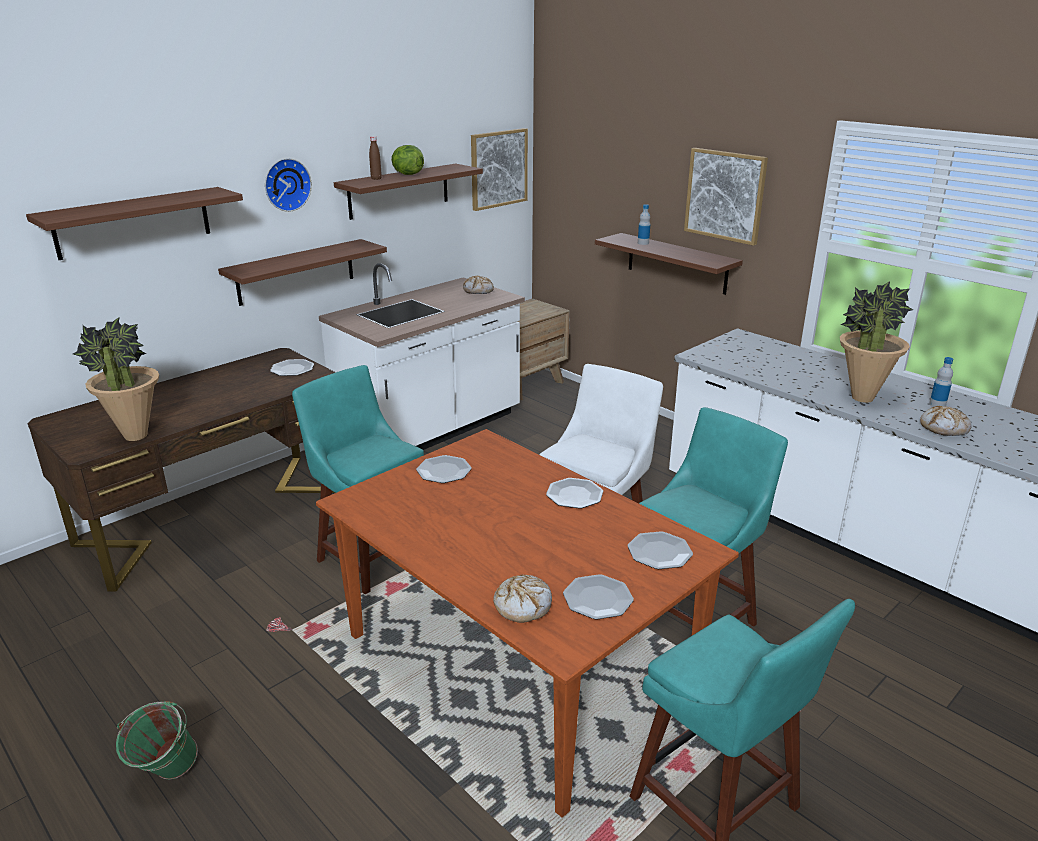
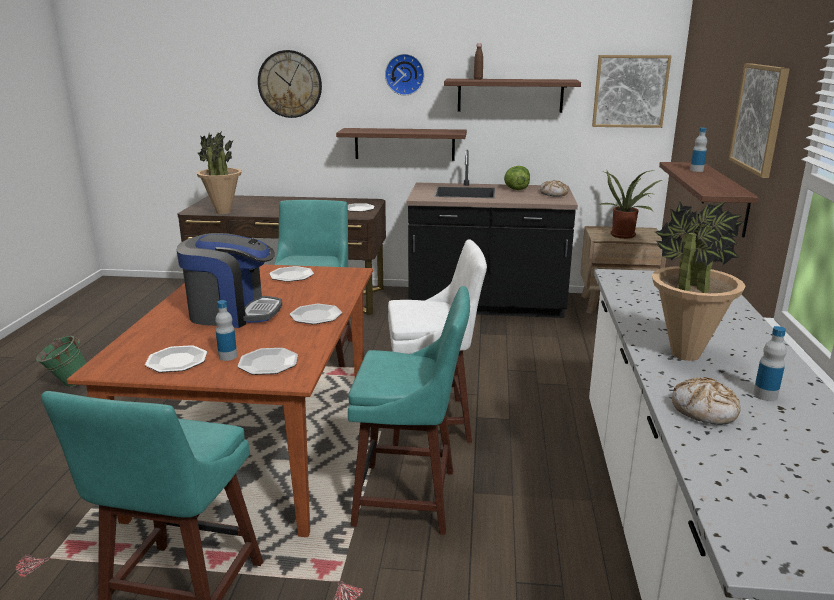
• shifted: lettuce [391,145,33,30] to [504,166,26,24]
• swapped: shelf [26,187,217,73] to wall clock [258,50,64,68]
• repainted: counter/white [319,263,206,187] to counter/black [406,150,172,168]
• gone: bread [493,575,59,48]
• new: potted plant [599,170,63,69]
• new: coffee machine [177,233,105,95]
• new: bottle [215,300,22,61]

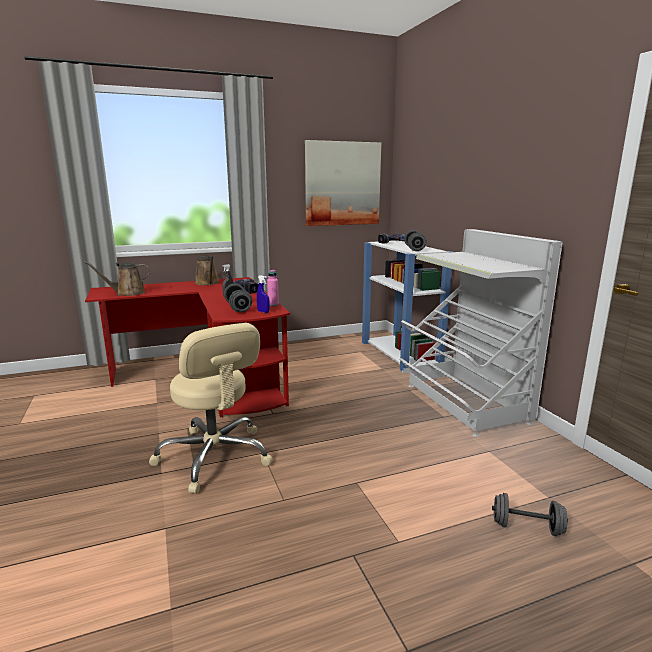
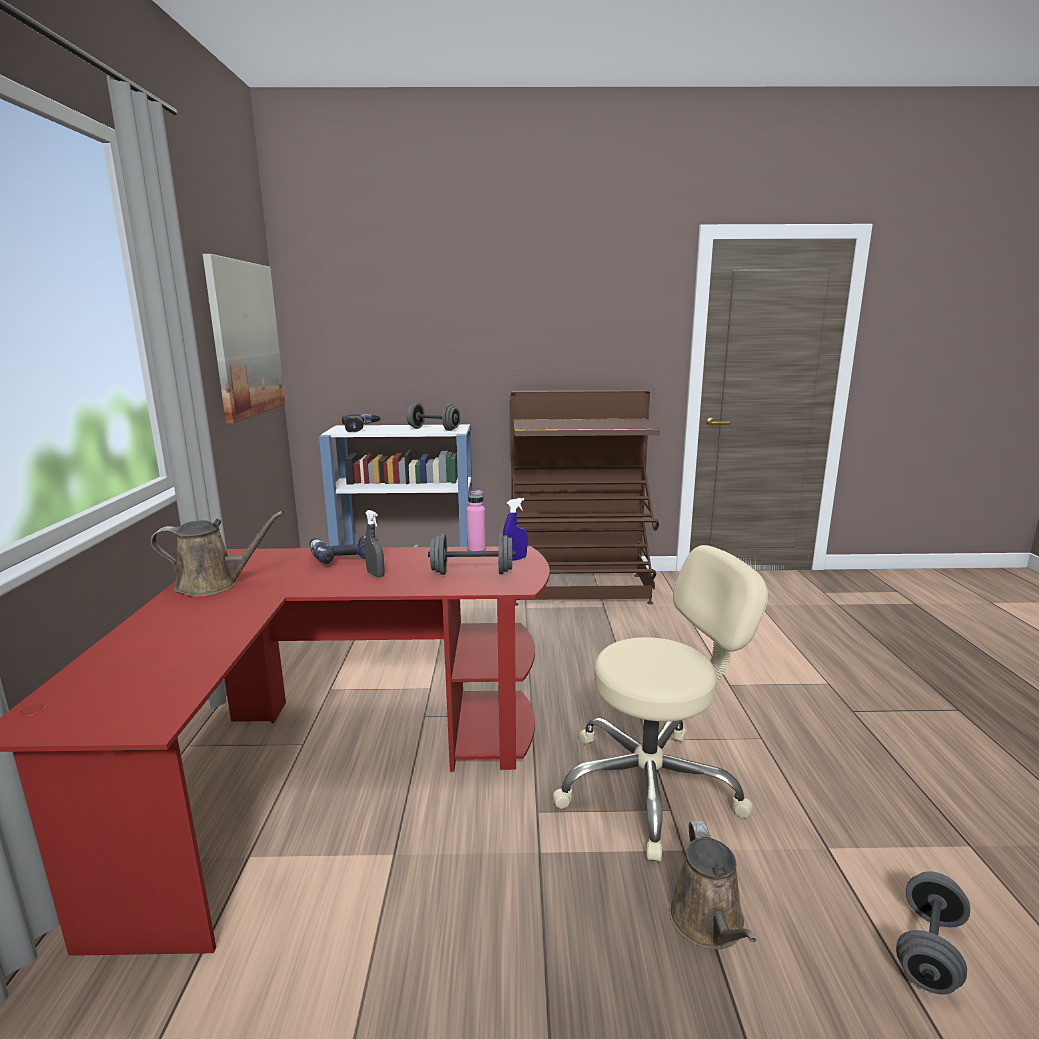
• repainted: shoe rack/white [399,229,164,208] to shoe rack/brown [511,390,149,216]
• shifted: watering can/brown [84,261,66,35] to [669,821,87,128]
• shifted: dumbbell/grey [492,493,76,43] to [896,871,74,123]

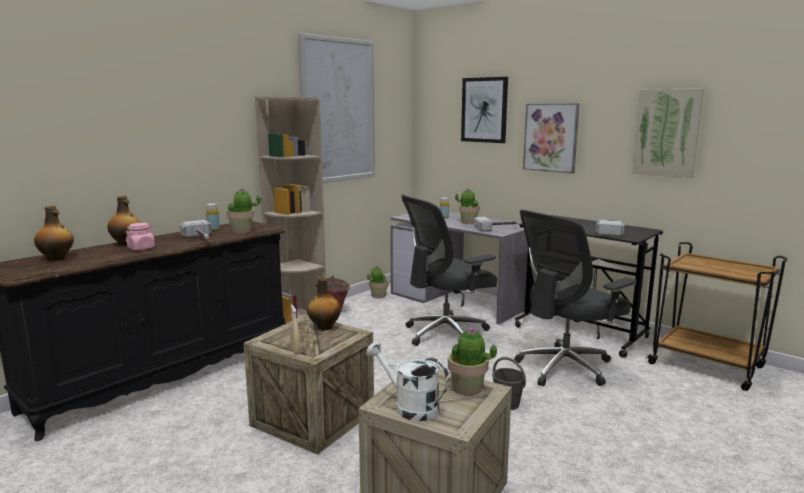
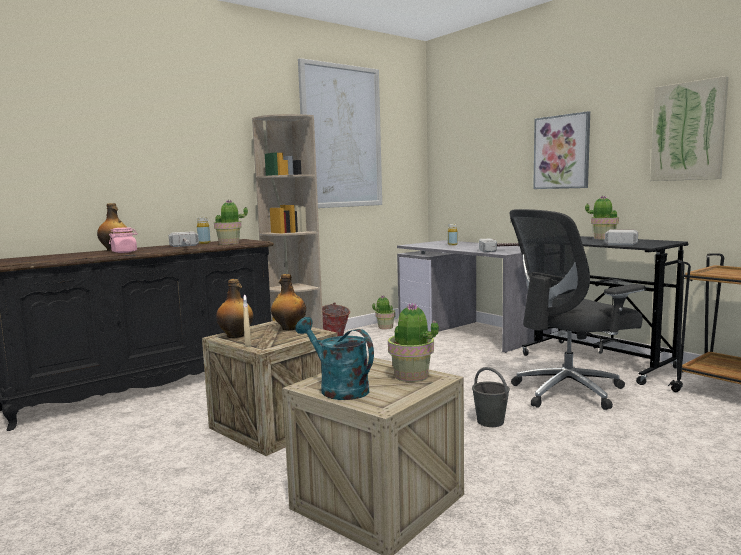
• gone: picture [461,77,47,66]
• shifted: potted plant [455,189,25,35] to [585,196,34,44]
• gone: office chair [402,194,96,152]
• shifted: bottle [34,205,40,56] to [216,279,37,59]
• repainted: watering can/white [366,341,83,80] to watering can/turquoise [295,317,79,83]

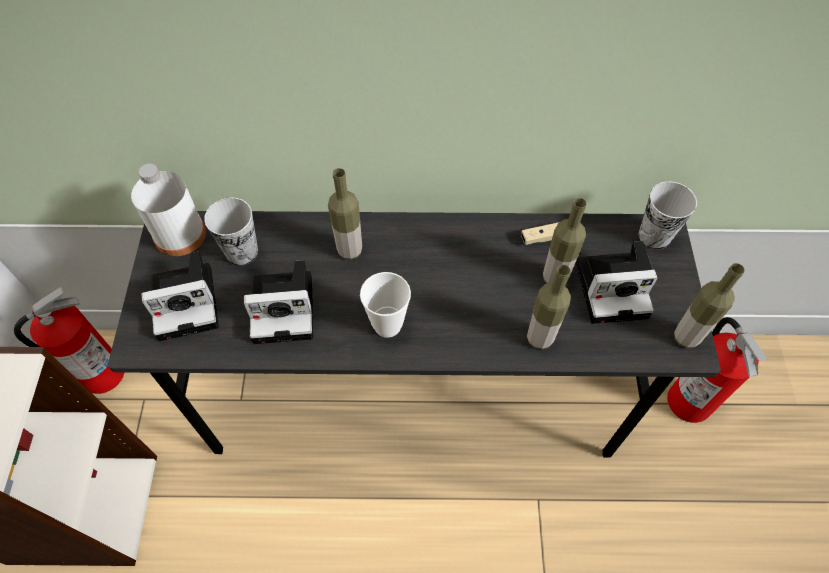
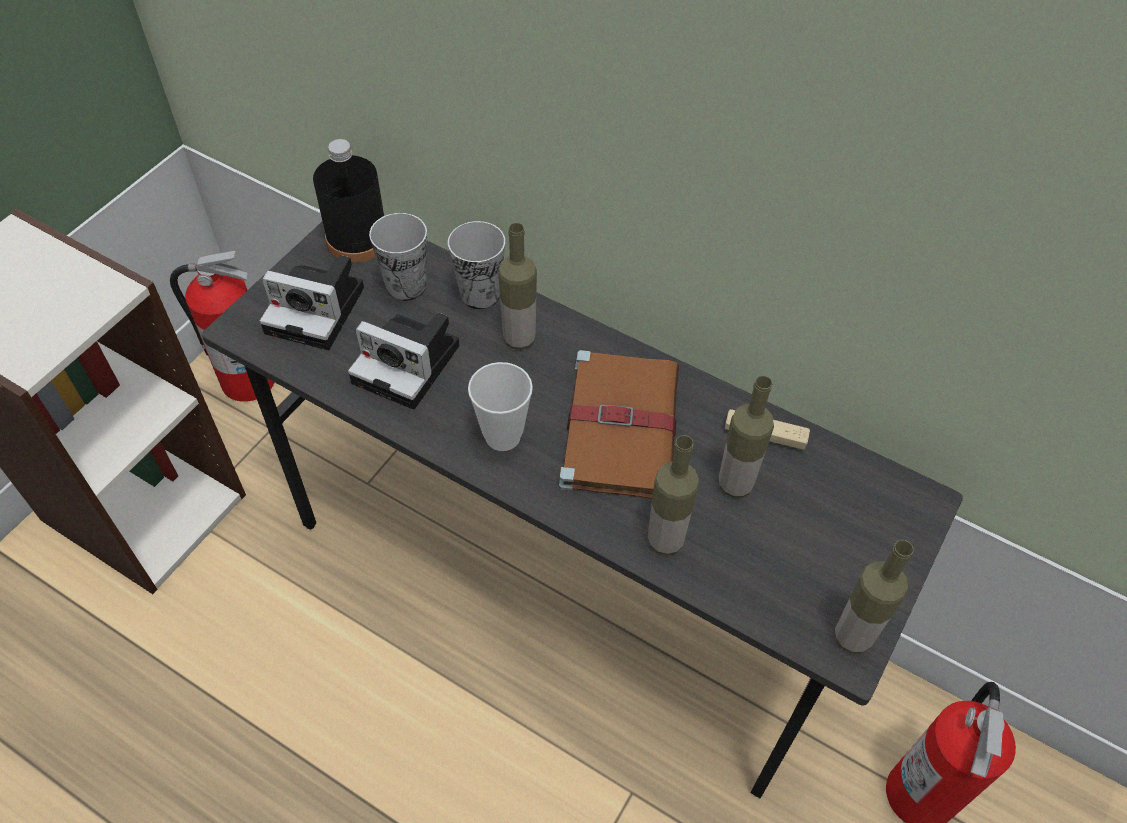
• repainted: bottle/white [131,164,75,92] to bottle/black [313,139,71,123]
• shifted: cup [639,181,58,68] to [448,221,57,89]
• gone: photo camera [576,241,82,83]
• new: book/brown [559,350,120,149]

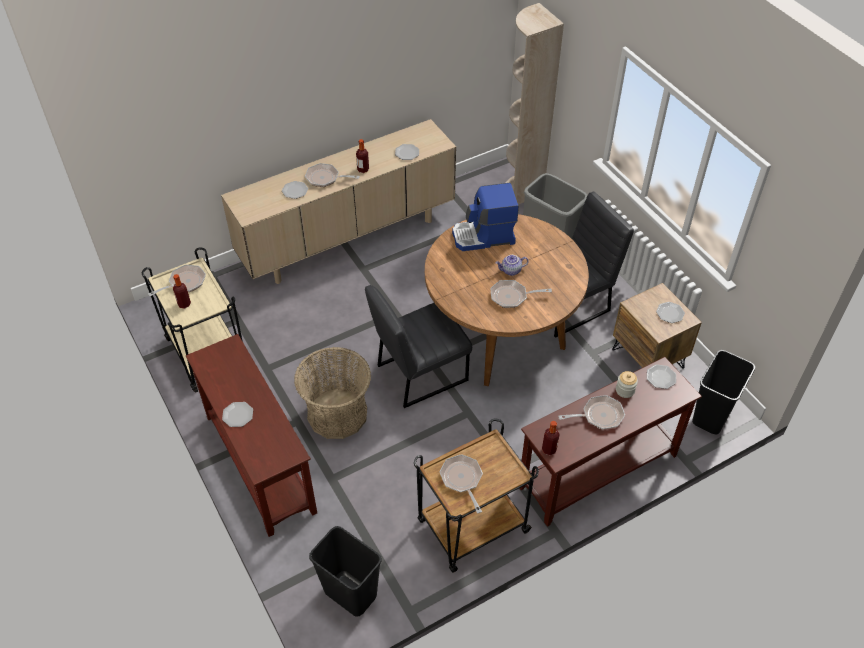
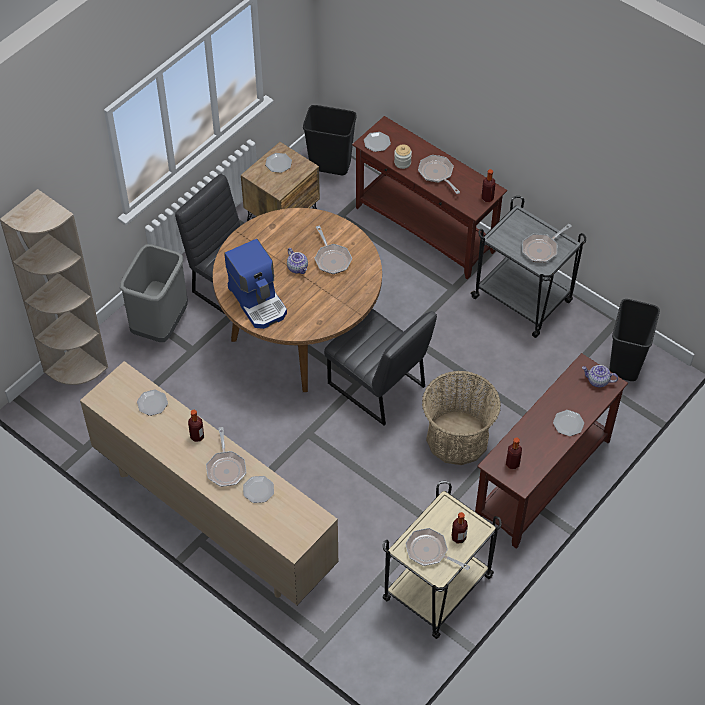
• repainted: cart/brown [414,418,125,155] to cart/grey [471,196,115,142]
• new: teapot [582,365,36,22]
• new: bottle [506,437,16,32]

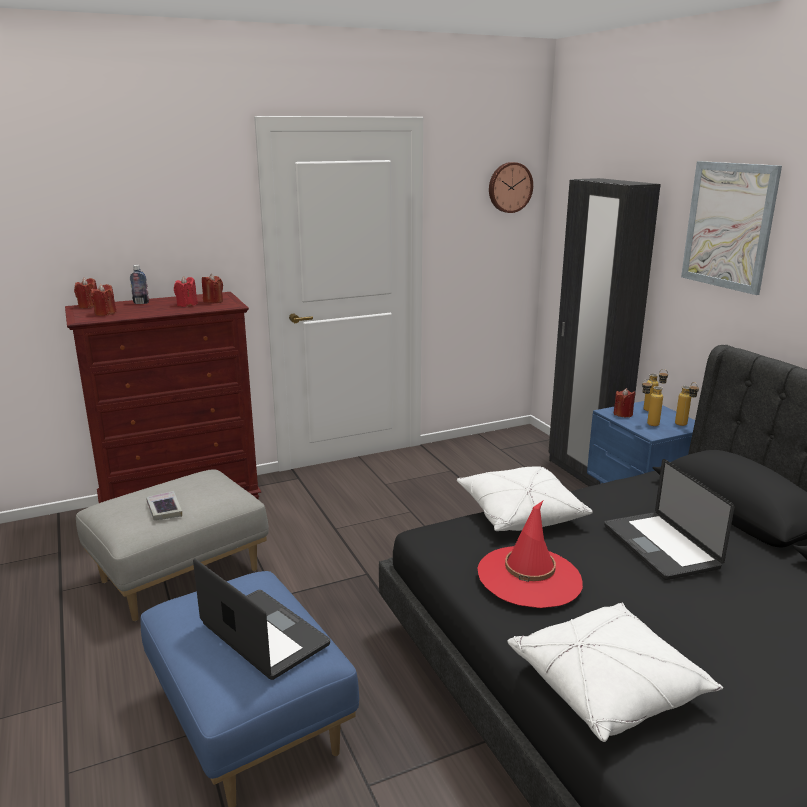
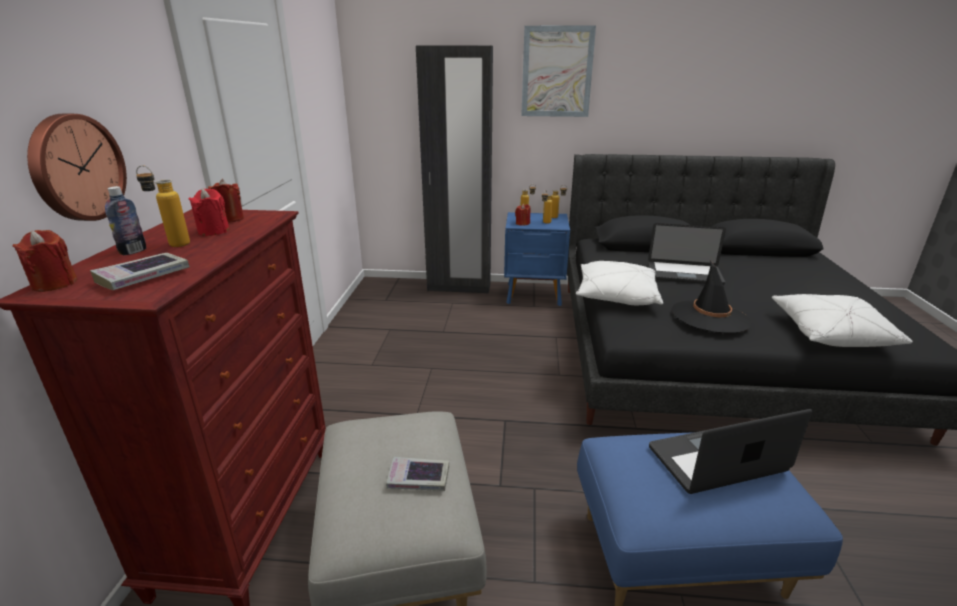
• shifted: wall clock [489,162,44,51] to [27,114,100,107]
• swapped: candle/red [91,284,25,32] to book [90,253,100,37]
• repainted: hat/red [478,501,105,107] to hat/black [671,261,81,72]
• new: bottle [136,165,54,82]

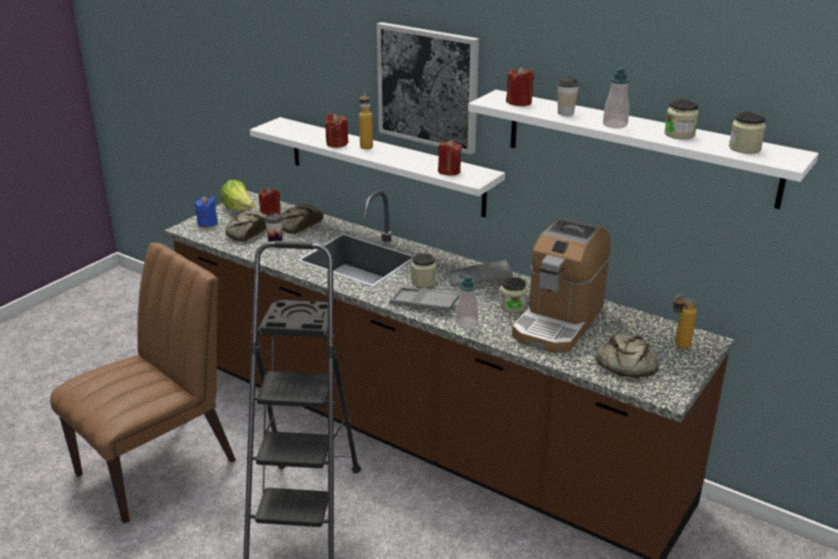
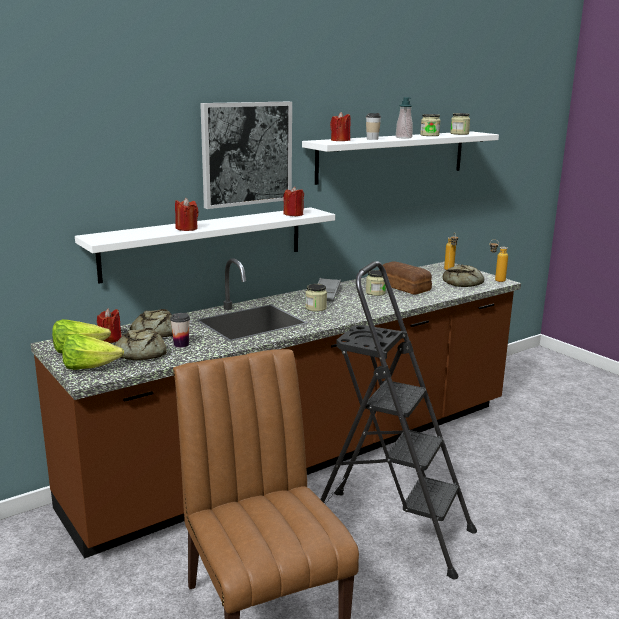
• shifted: bottle [359,92,14,57] to [490,239,18,43]
• swapped: candle/blue [195,196,23,31] to lettuce [62,333,62,37]
• swapped: coffee machine [512,218,99,135] to bread [379,261,53,34]
• gone: soap dispenser [456,275,22,53]
• gone: tray/grey [390,287,69,25]

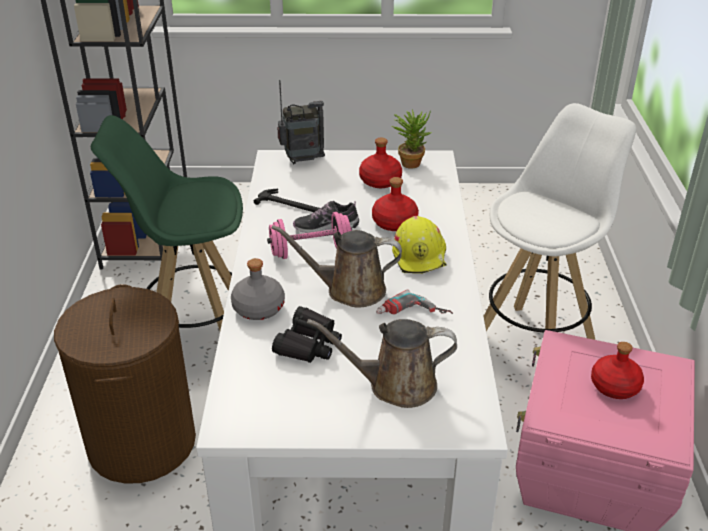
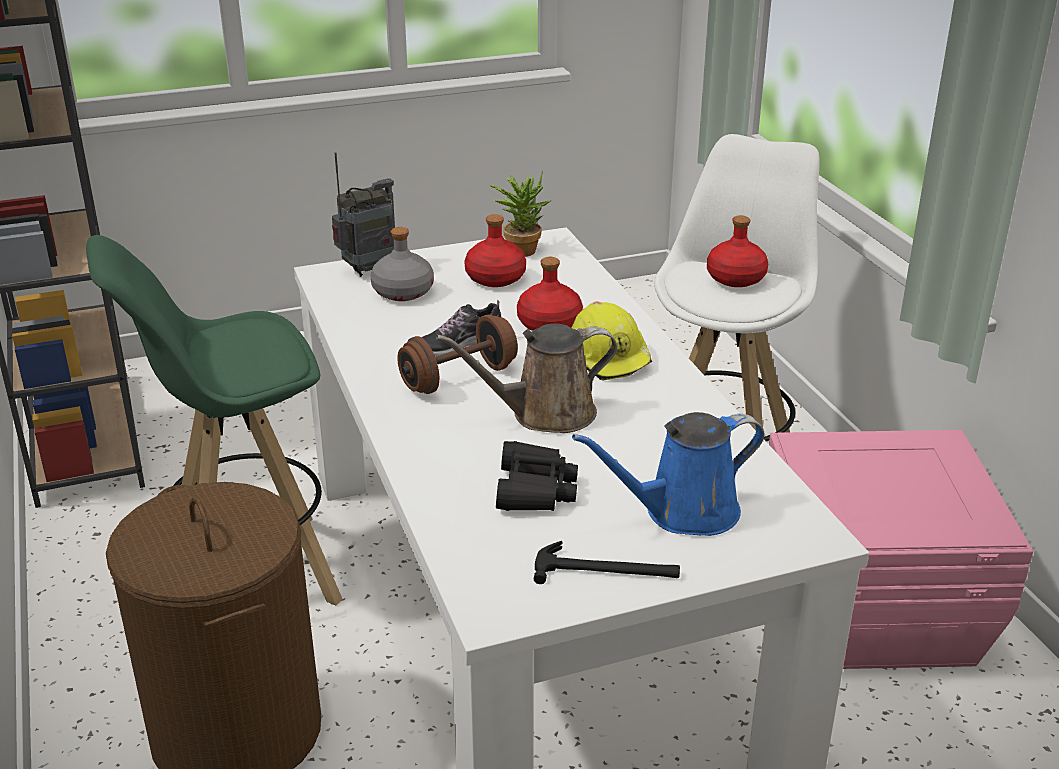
• shifted: hammer [254,189,66,23] to [534,541,146,43]
• repainted: dumbbell/pink [267,212,85,47] to dumbbell/brown [397,314,121,80]
• shifted: bottle/grey [231,258,54,62] to [370,227,64,74]
• gone: power drill [376,290,77,24]
• repainted: watering can/brown [307,319,150,89] to watering can/blue [572,412,192,124]
• shifted: bottle/red [591,342,53,57] to [707,215,61,72]

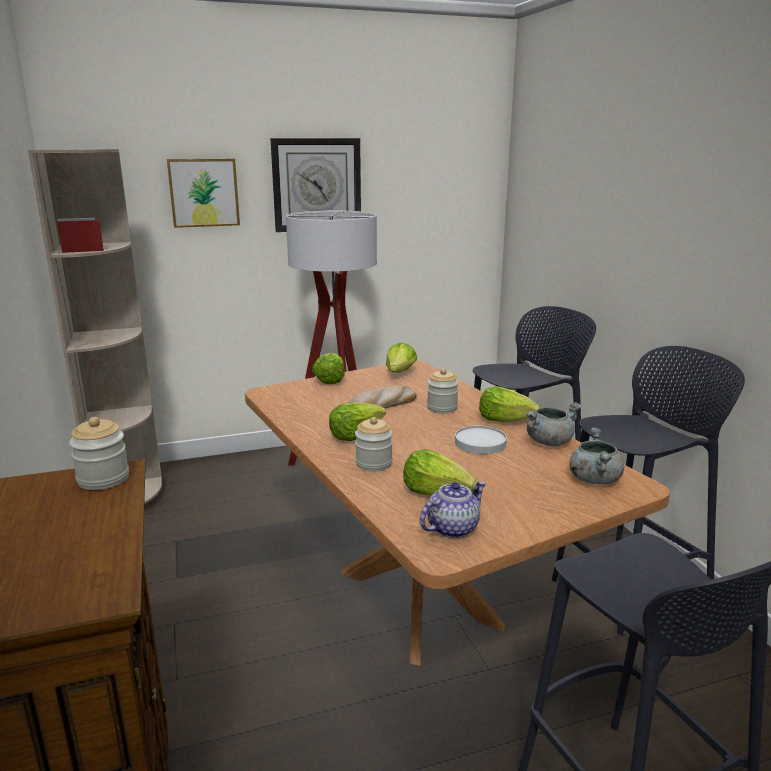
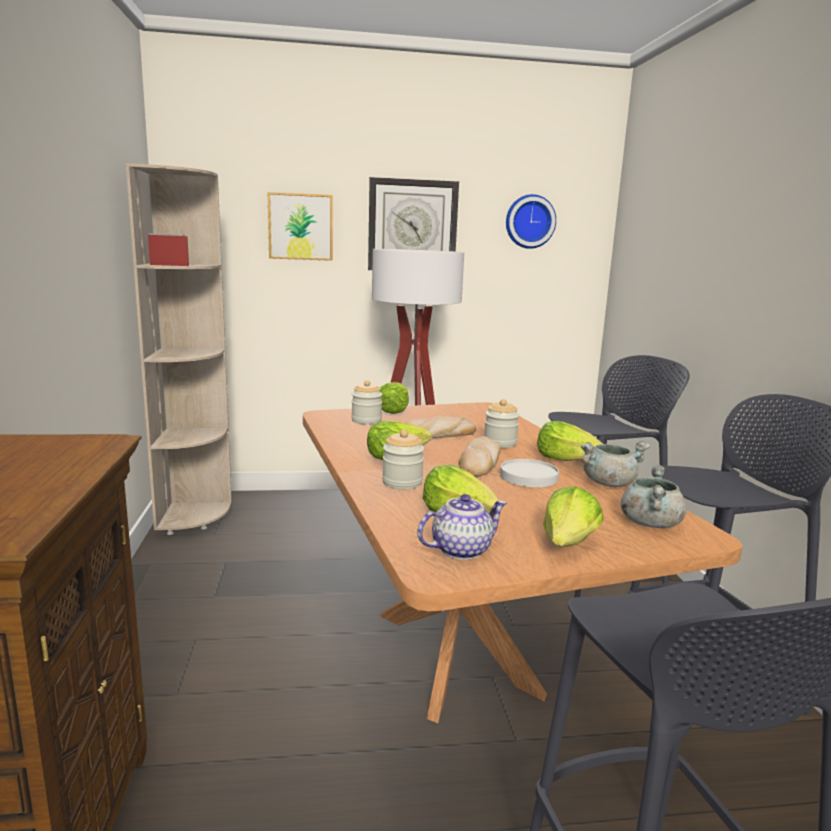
• shifted: lettuce [386,342,31,31] to [543,486,61,61]
• shifted: jar [69,417,60,73] to [351,380,32,45]
• new: wall clock [506,194,50,55]
• new: bread [459,436,42,40]

